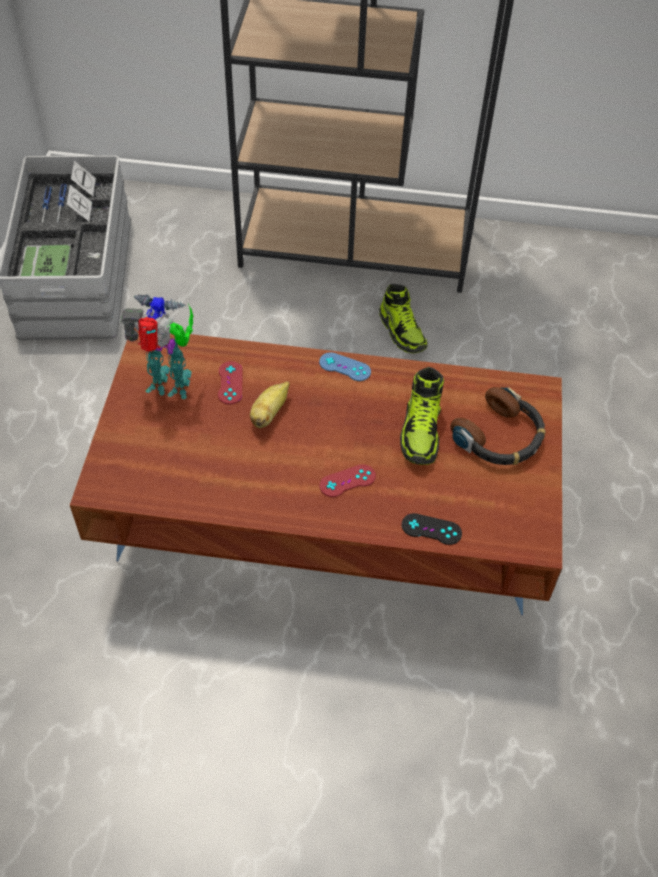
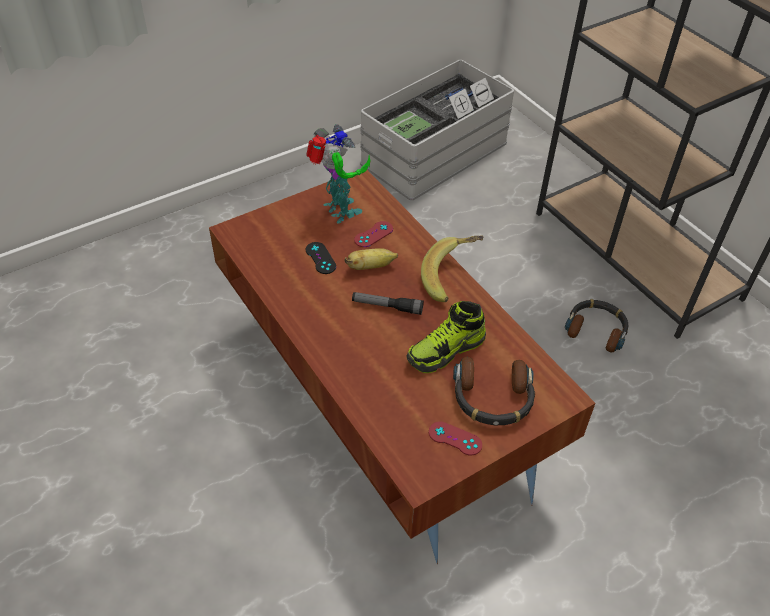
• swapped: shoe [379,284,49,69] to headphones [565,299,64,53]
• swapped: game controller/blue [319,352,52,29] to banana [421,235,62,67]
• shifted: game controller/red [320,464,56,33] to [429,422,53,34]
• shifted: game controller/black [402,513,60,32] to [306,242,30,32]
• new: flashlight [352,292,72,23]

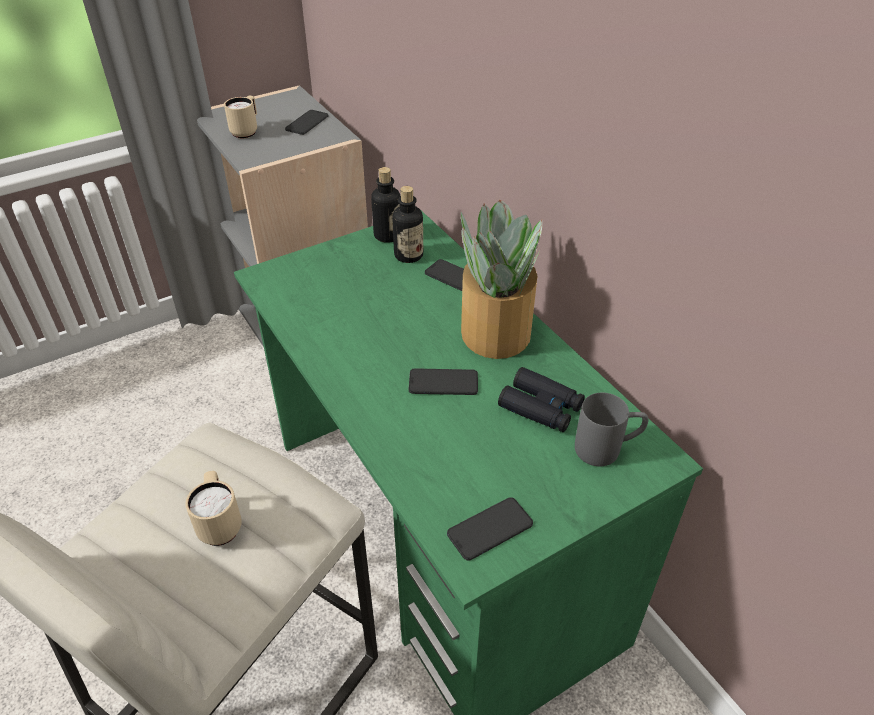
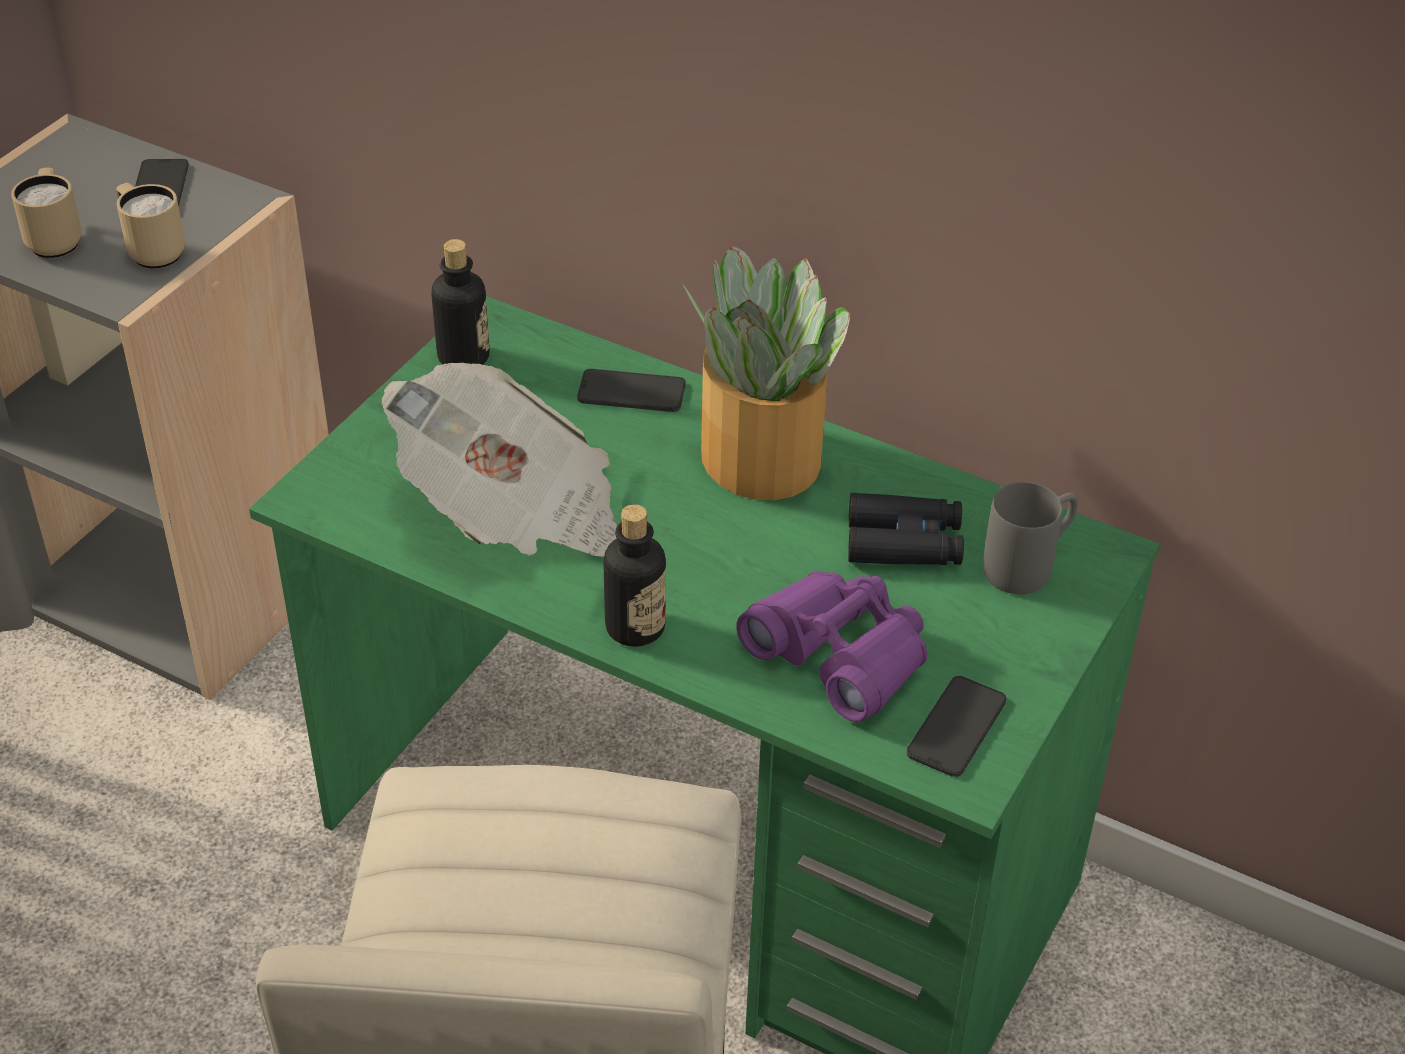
• shifted: bottle [392,186,31,77] to [604,504,62,143]
• gone: phone [409,368,69,27]
• shifted: mug/beige [185,471,57,75] to [116,183,69,86]
• new: newspaper [382,363,235,194]
• new: binoculars/purple [736,571,191,151]

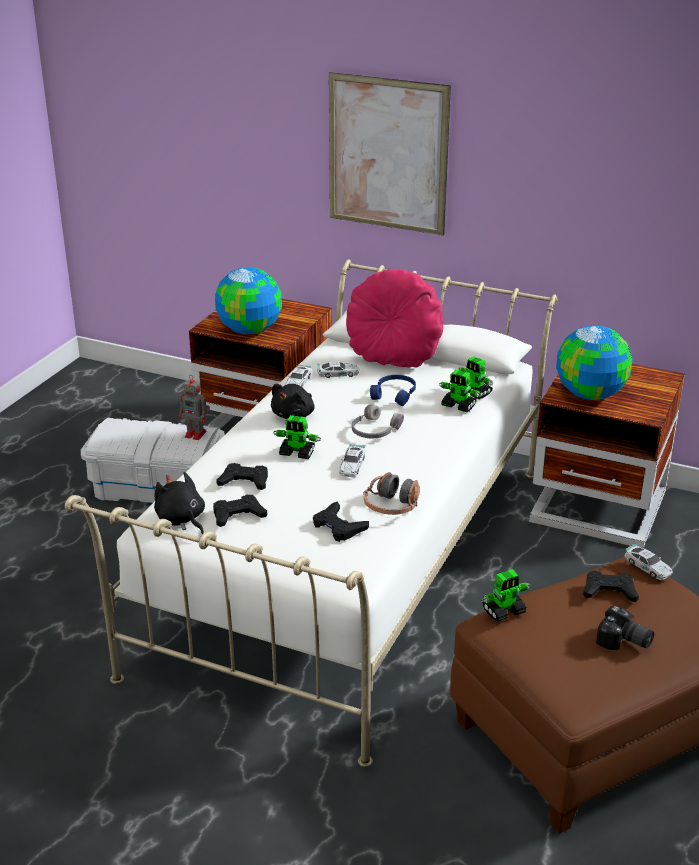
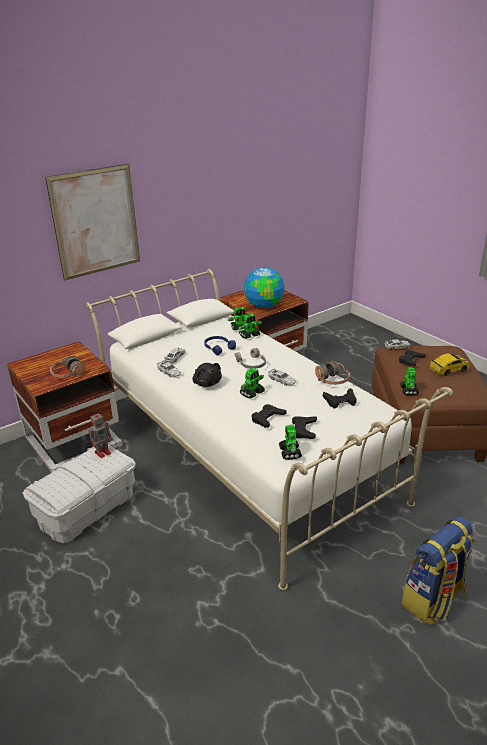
• swapped: globe [215,267,67,67] to headphones [50,356,35,22]
• gone: pillow/pink [346,269,97,98]
• swapped: plush toy/black [154,472,51,62] to toy robot [279,425,23,35]
• swapped: photo camera [596,606,58,44] to toy car [430,353,41,23]
• new: backpack [401,516,73,109]

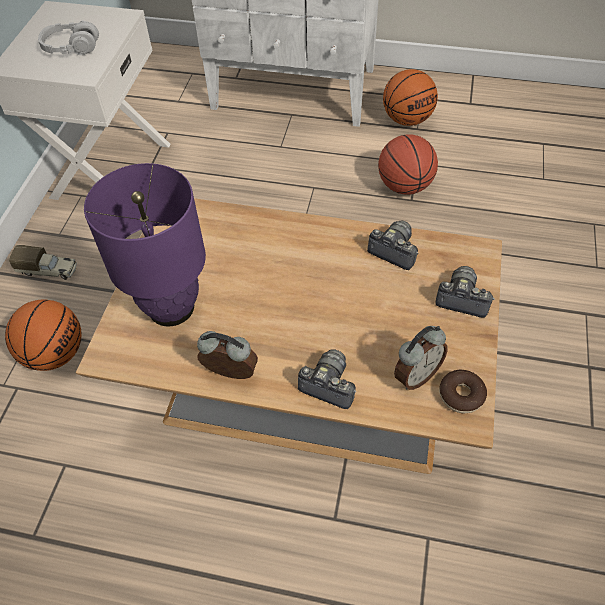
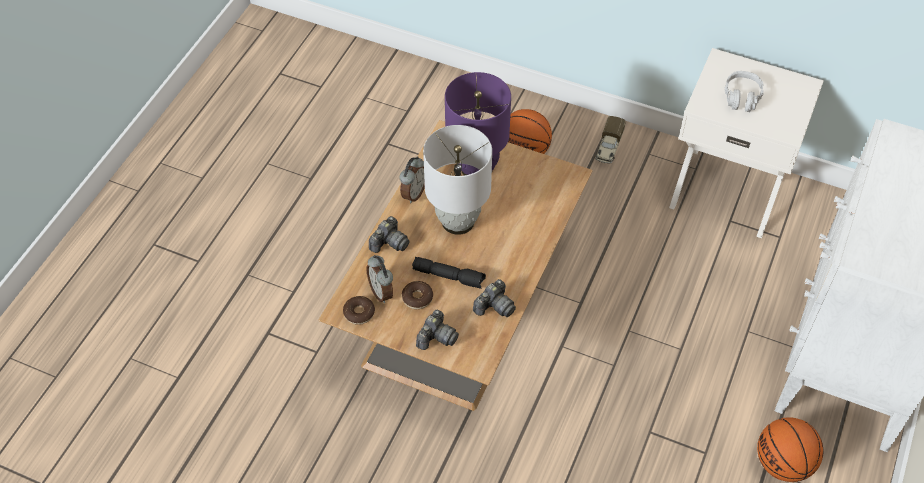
• gone: basketball [378,134,60,61]
• new: table lamp/white [423,125,69,110]
• new: flashlight/black [412,257,74,32]
• new: donut [402,281,31,28]

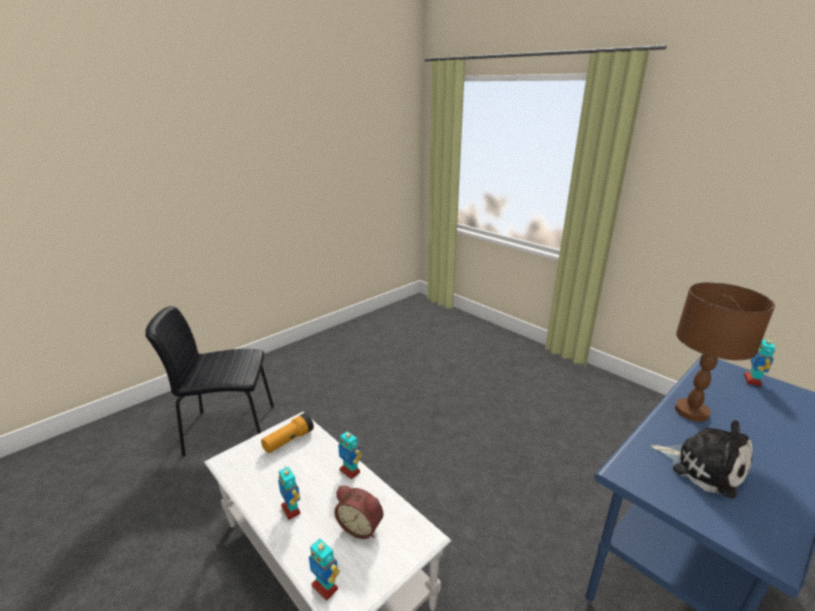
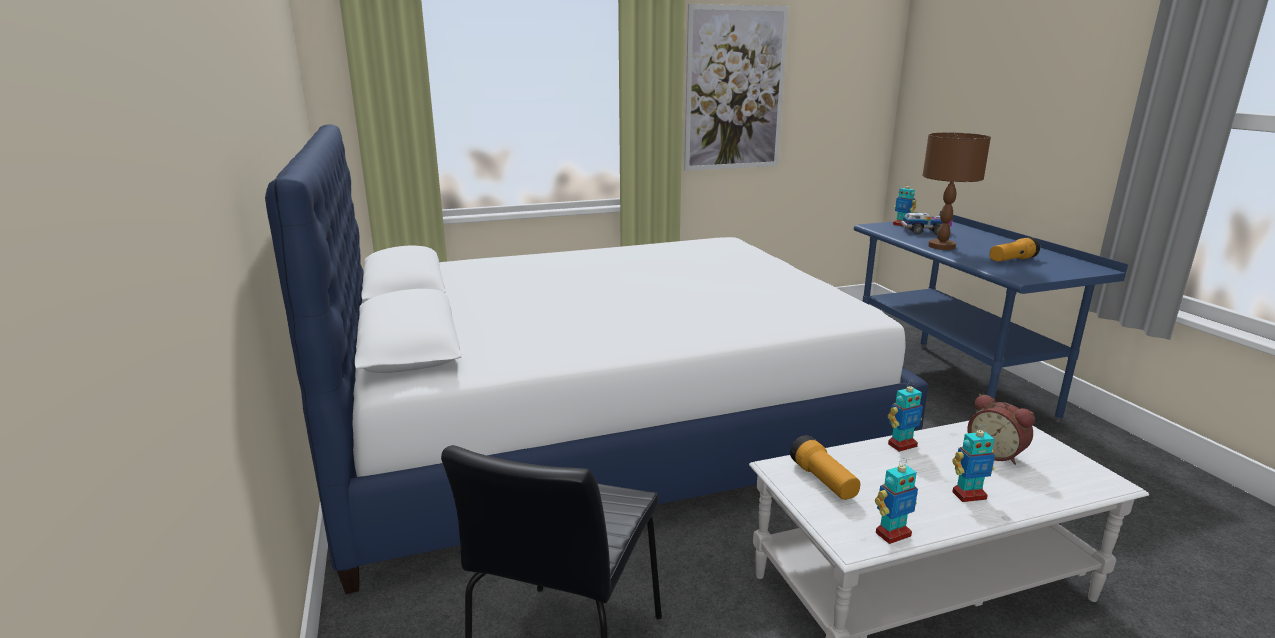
• swapped: plush toy [651,420,102,79] to flashlight [990,237,50,25]
• rotated: alarm clock [334,486,49,53] = [967,394,68,71] 90 degrees clockwise
• shifted: toy robot [309,539,31,62] to [875,458,43,86]
• new: picture [684,4,105,167]
• new: bed/white [265,124,663,470]
• new: toy truck [901,213,52,22]

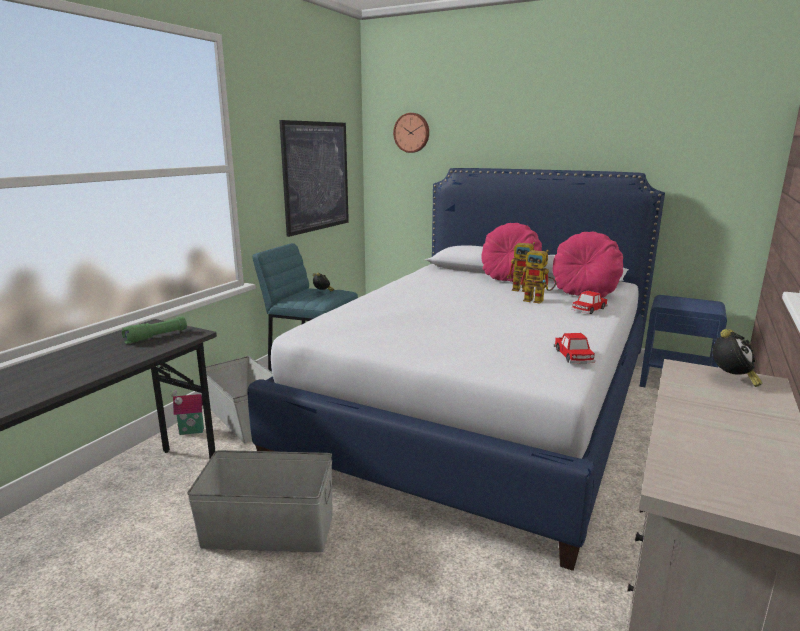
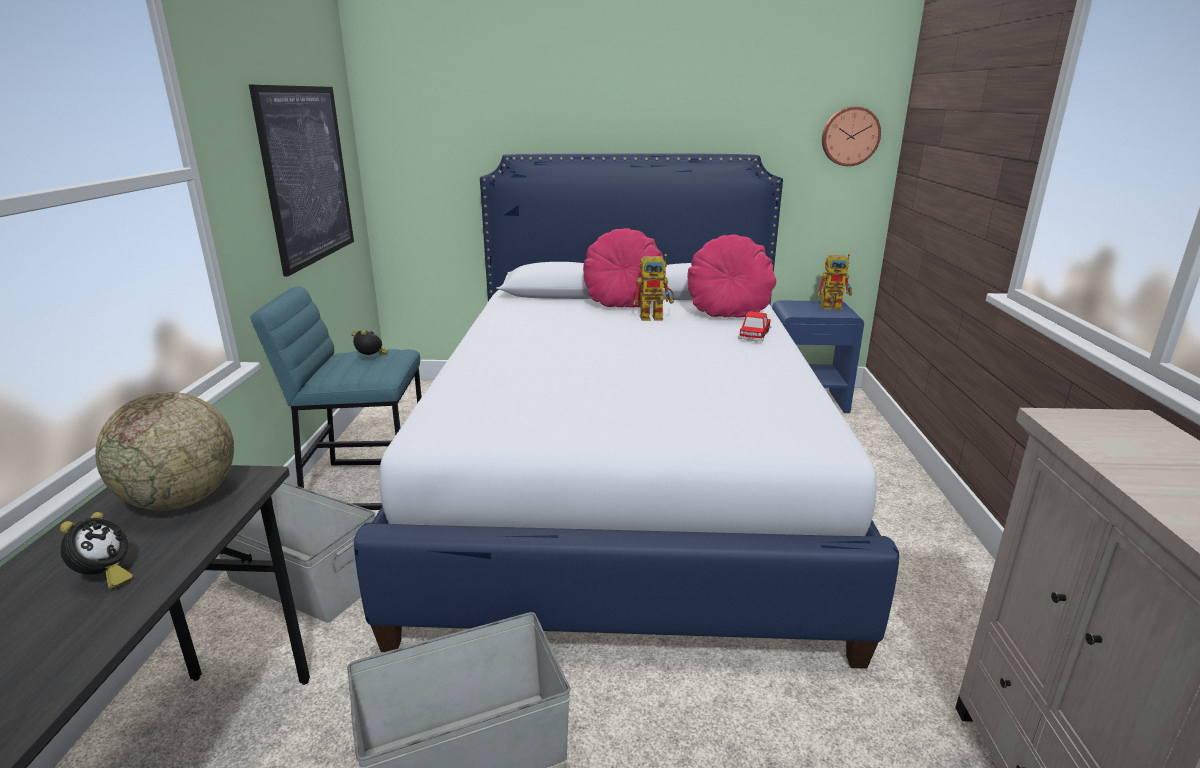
• shifted: wall clock [393,113,36,40] to [822,106,59,60]
• shifted: toy robot [518,250,38,54] to [817,254,35,56]
• swapped: flashlight/green [122,317,65,27] to globe [95,392,139,118]
• shifted: alarm clock [712,329,50,58] to [60,512,73,77]
• gone: toy car [553,333,42,31]
• gone: toy house [170,389,34,46]

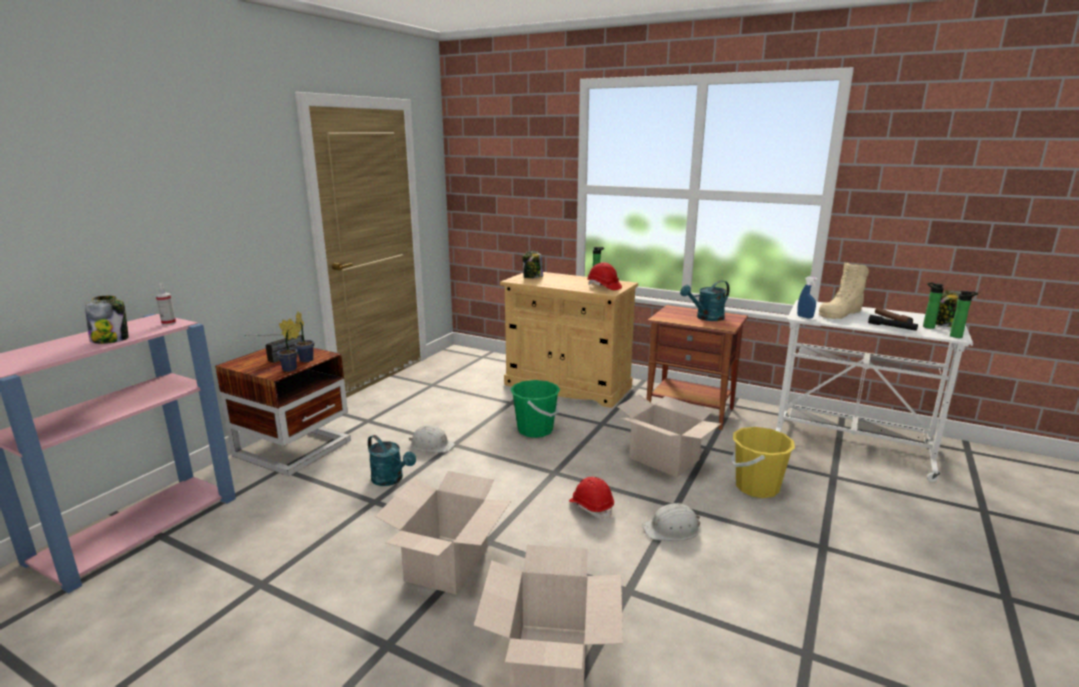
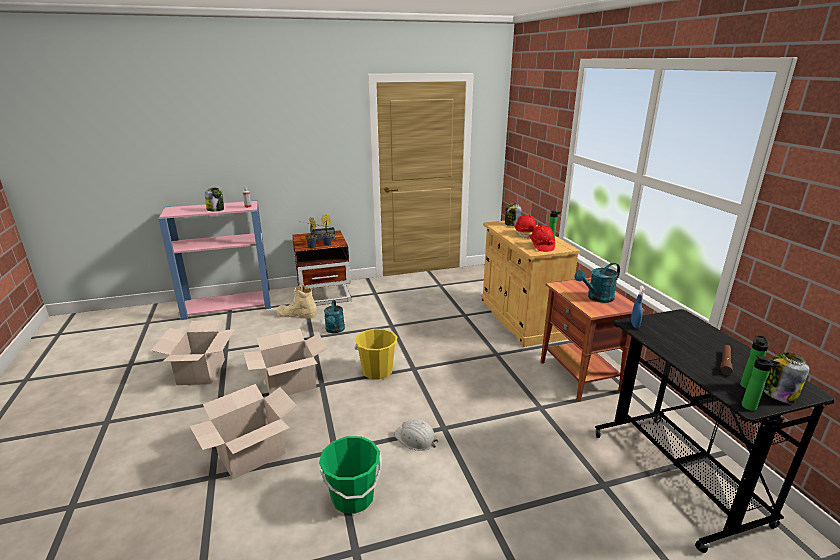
• shifted: boot/beige [819,262,50,57] to [277,285,40,34]
• rotated: watering can/turquoise [680,280,50,41] = [574,263,46,40] 45 degrees counterclockwise
• repainted: desk/white [775,300,198,182] to desk/black [595,309,240,244]
• gone: flashlight/black [868,315,50,16]
• shifted: bucket/green [510,380,50,58] to [319,436,63,78]
• shifted: cardboard box [617,394,104,83] to [151,320,84,65]
• gone: hard hat/white [409,425,46,28]
• shifted: bucket/yellow [731,427,64,71] to [354,329,43,51]
• shifted: hard hat/red [569,477,45,42] to [514,215,23,24]

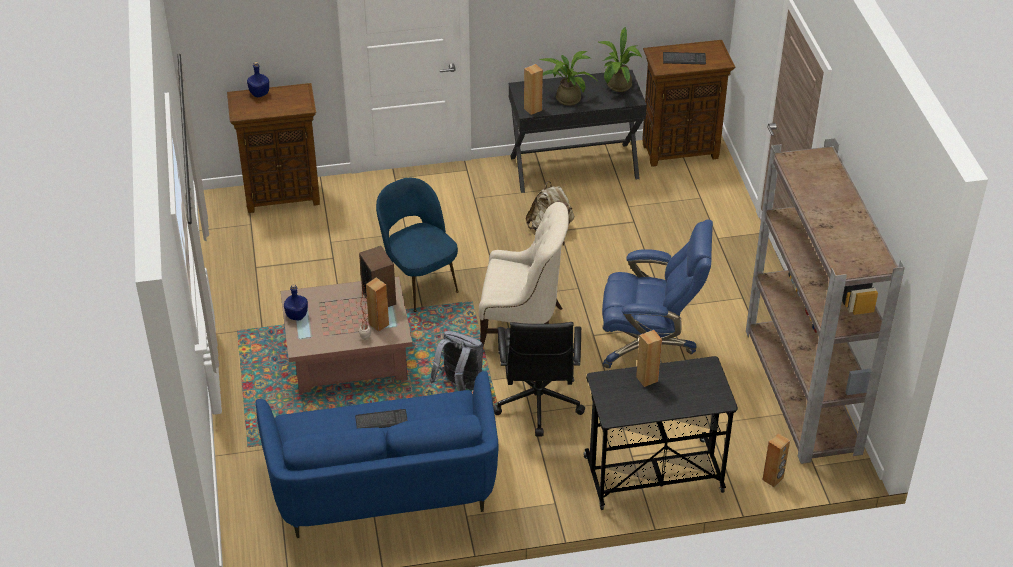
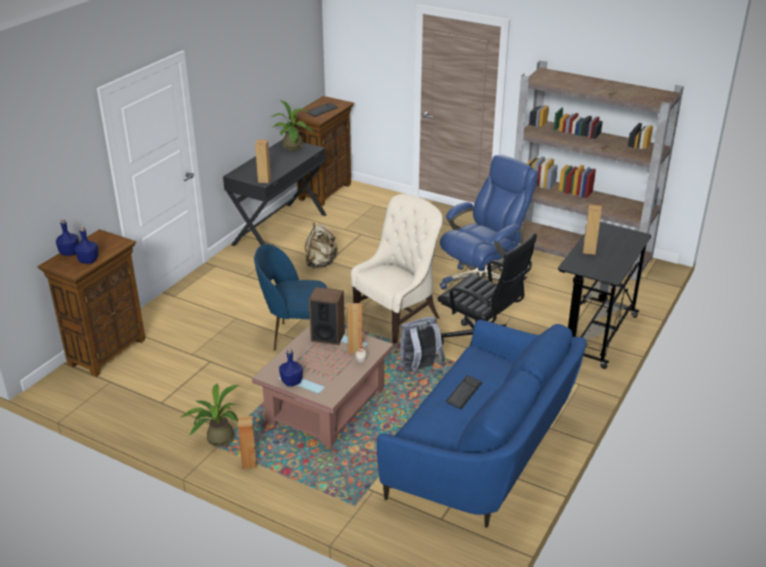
• shifted: potted plant [540,51,58,55] to [181,384,61,63]
• shifted: speaker/brown [762,433,28,54] to [238,416,19,53]
• new: bottle/blue [74,227,24,37]

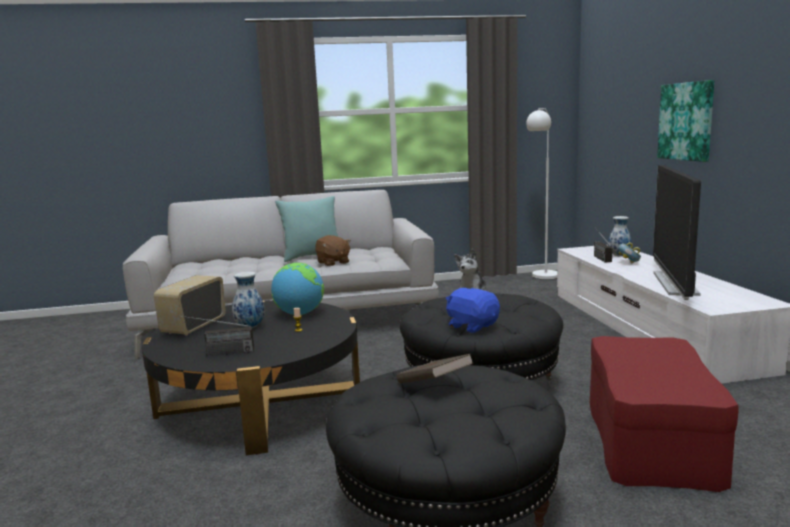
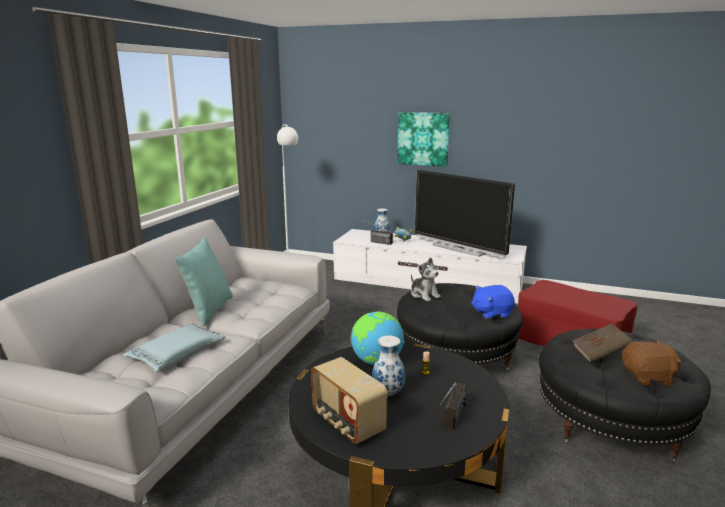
• shifted: plush toy/brown [315,235,36,31] to [622,339,59,47]
• new: pillow/blue [123,323,102,49]

